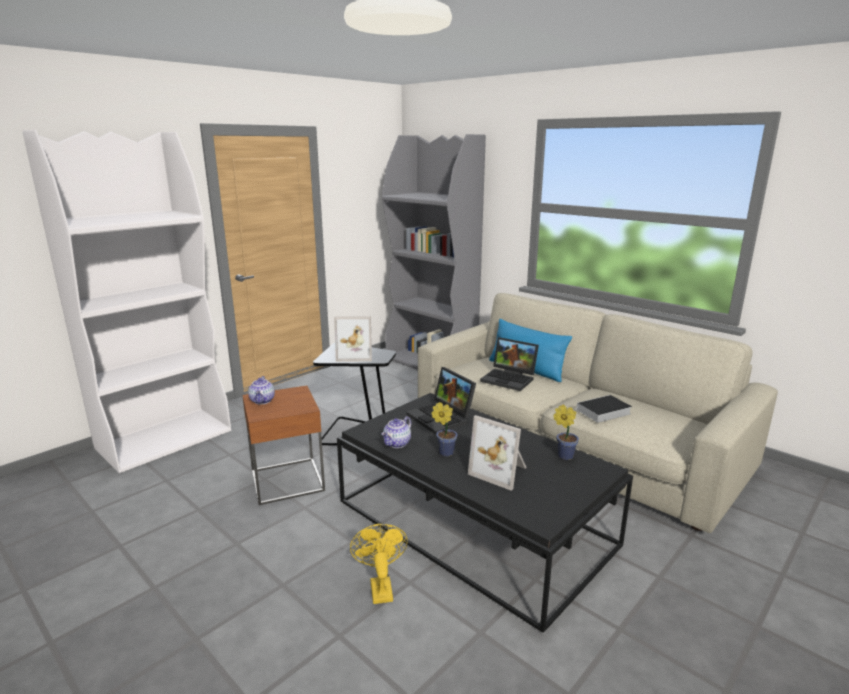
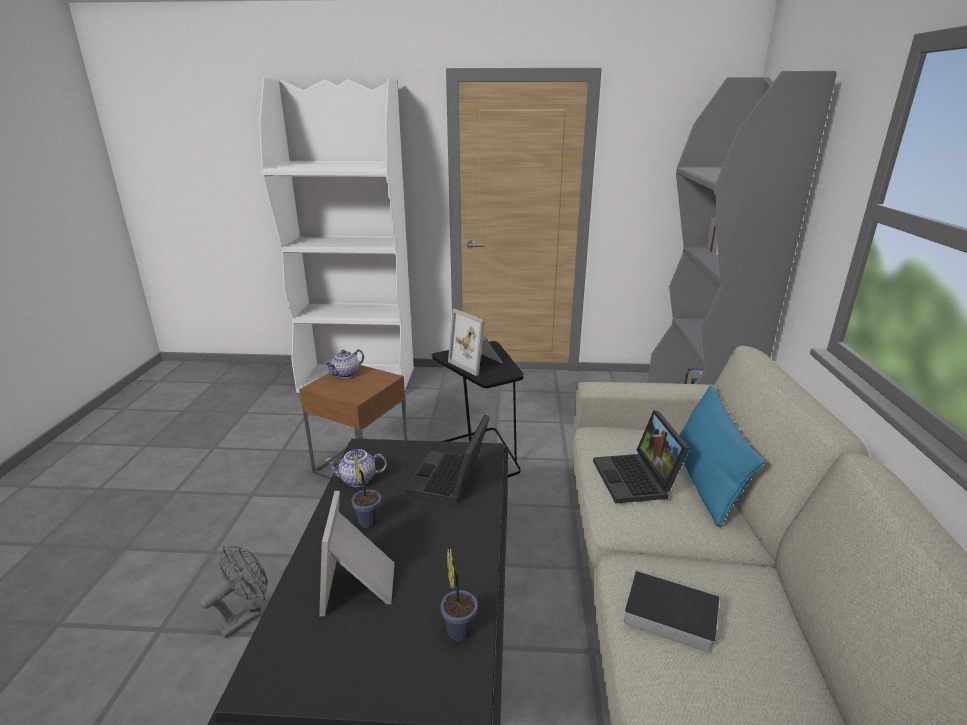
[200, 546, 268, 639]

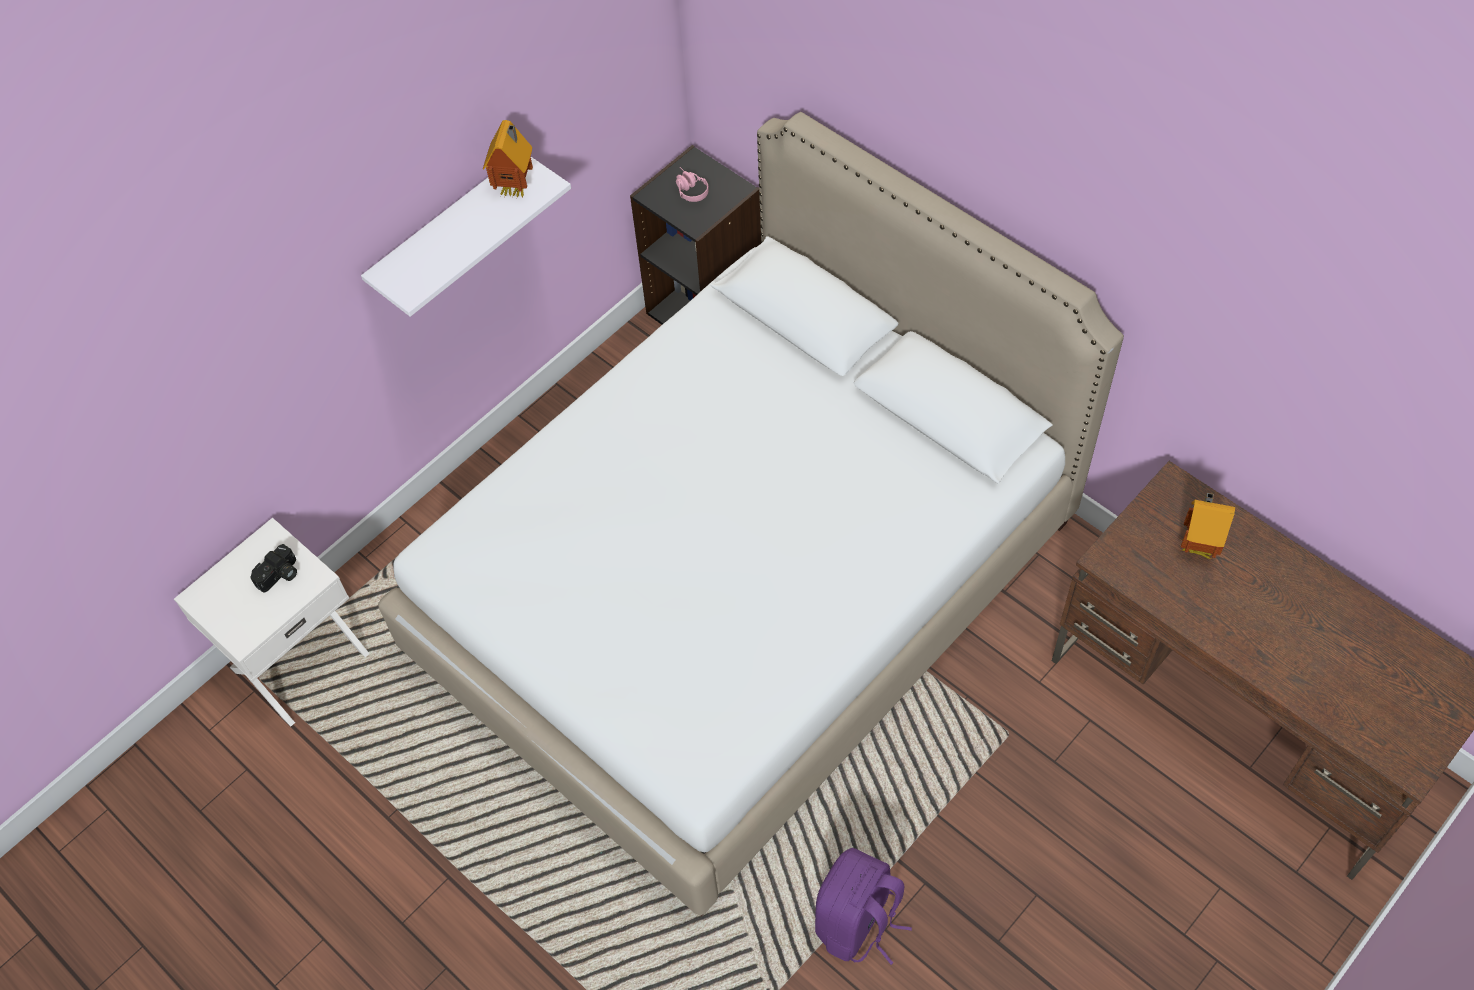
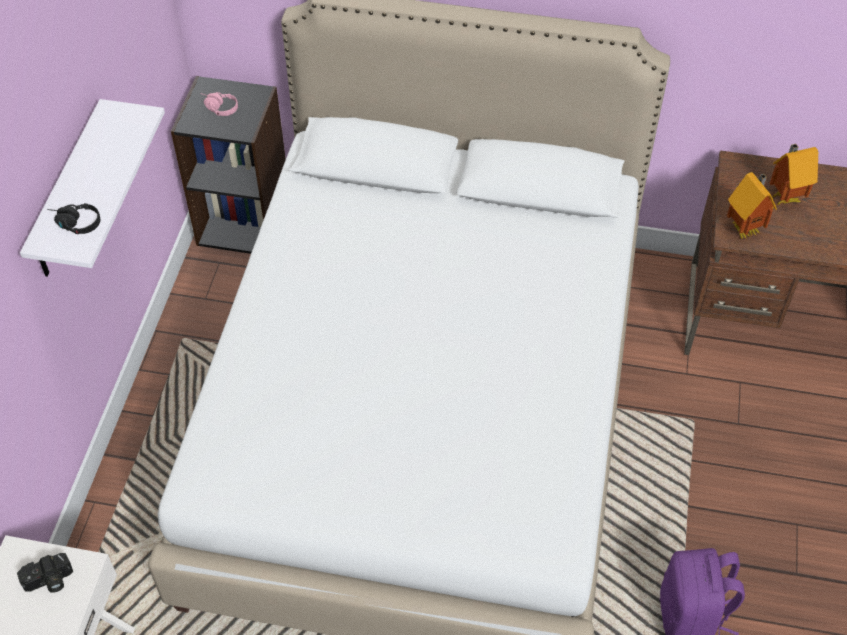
[727, 172, 777, 239]
[17, 553, 73, 593]
[47, 203, 100, 234]

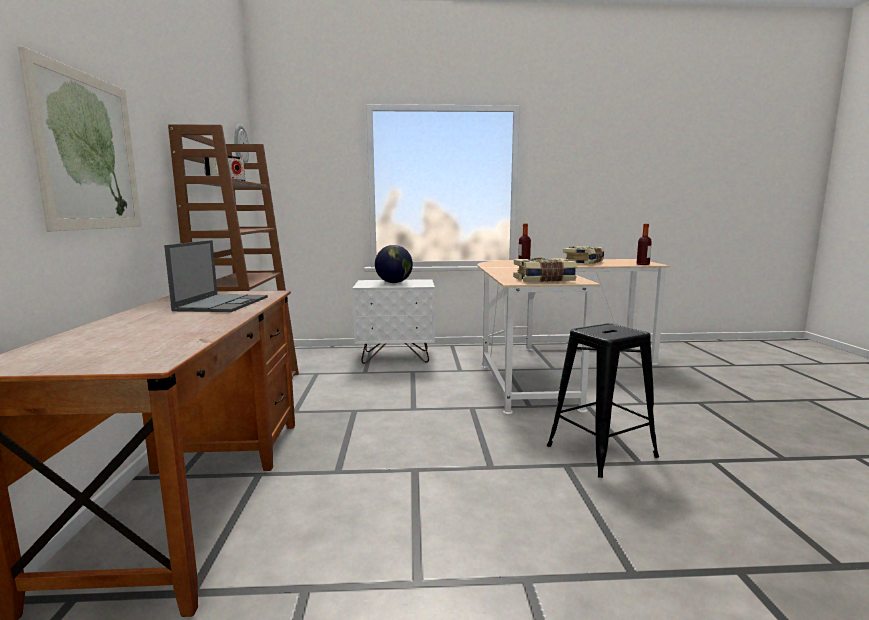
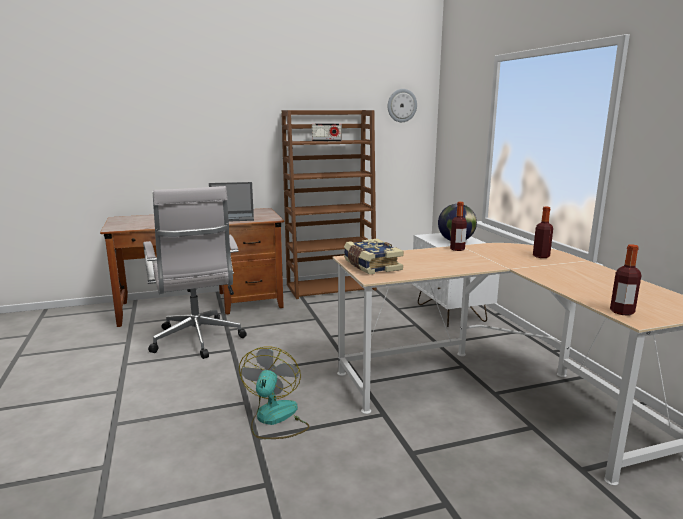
[18, 46, 142, 231] (first image)
[563, 246, 605, 264] (first image)
[239, 347, 310, 439]
[143, 186, 247, 359]
[450, 202, 467, 251]

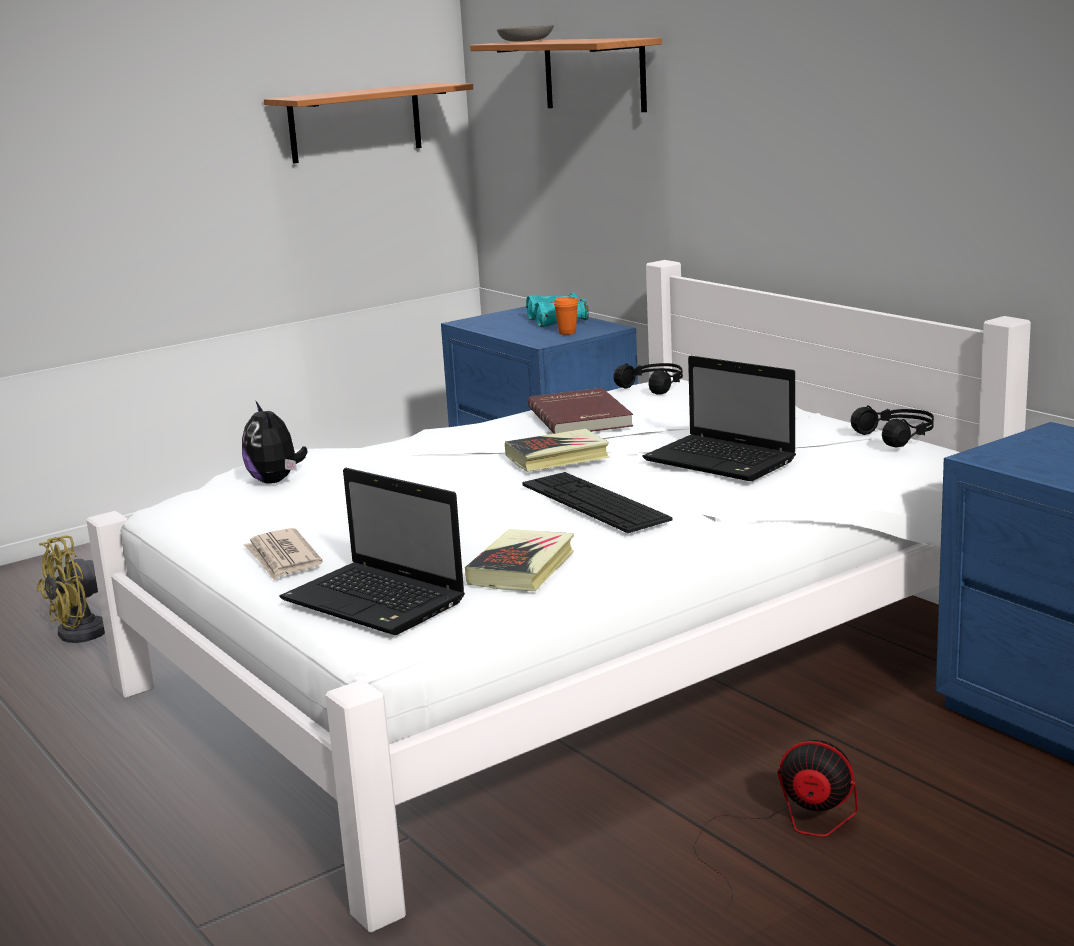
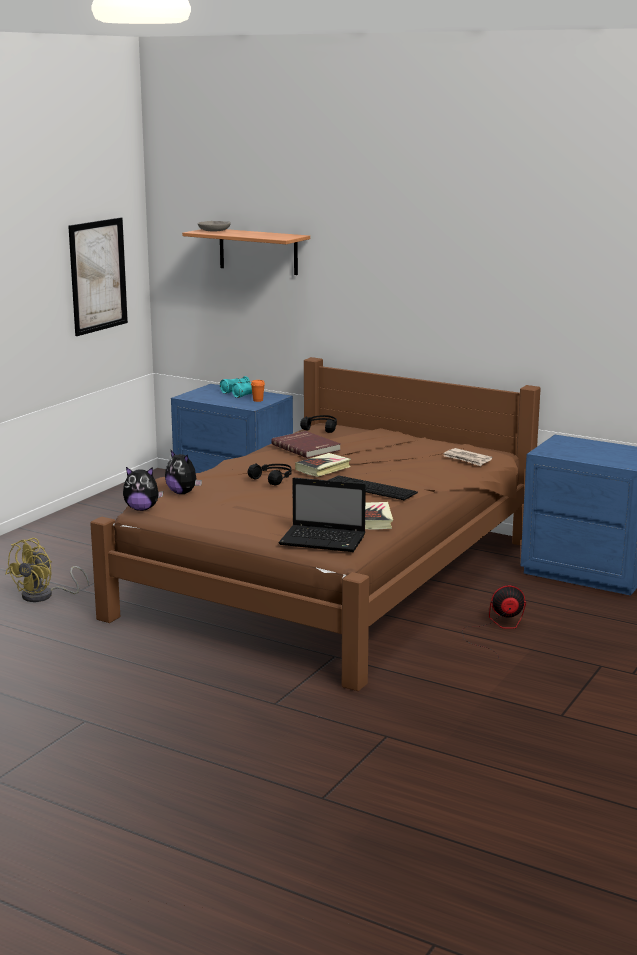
[68, 217, 128, 336]
[90, 357, 541, 691]
[643, 356, 796, 481] (first image)
[248, 463, 292, 485]
[444, 448, 492, 466]
[123, 467, 163, 511]

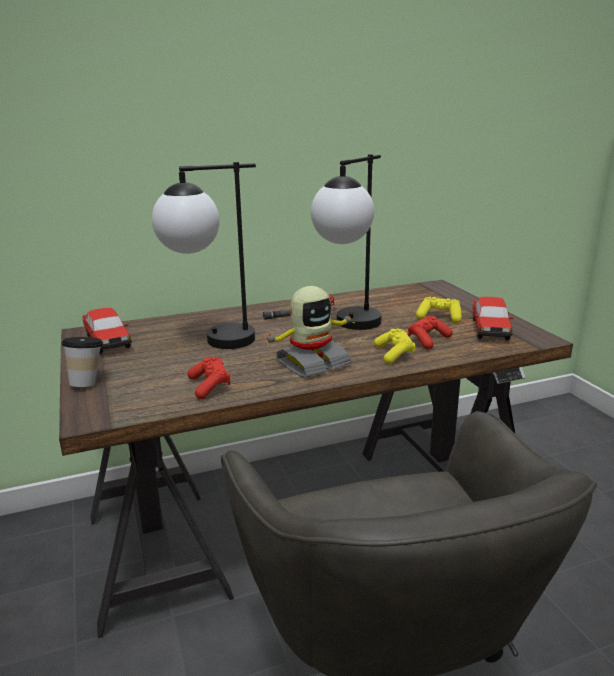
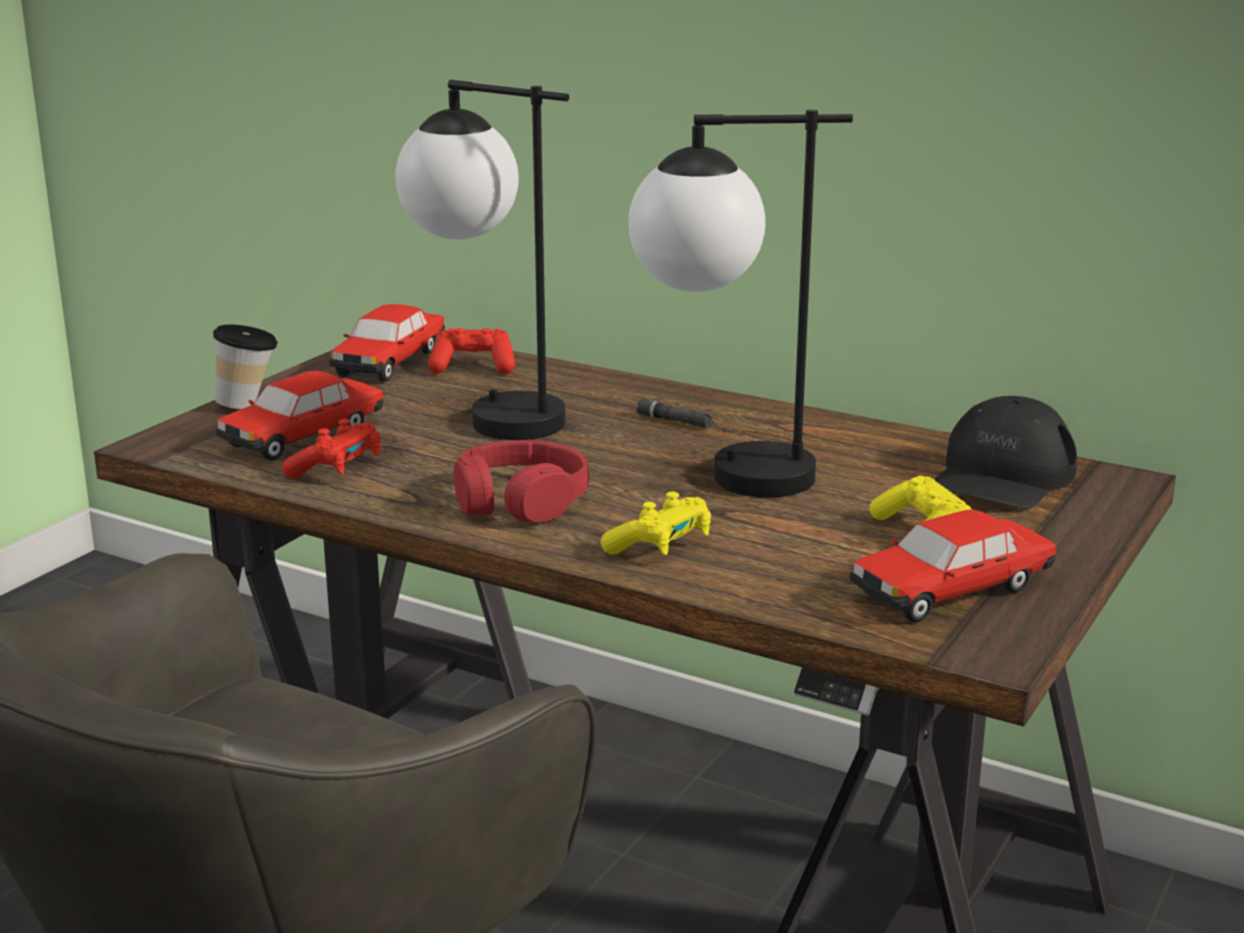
[454, 440, 589, 523]
[428, 328, 515, 374]
[216, 371, 384, 461]
[934, 396, 1077, 509]

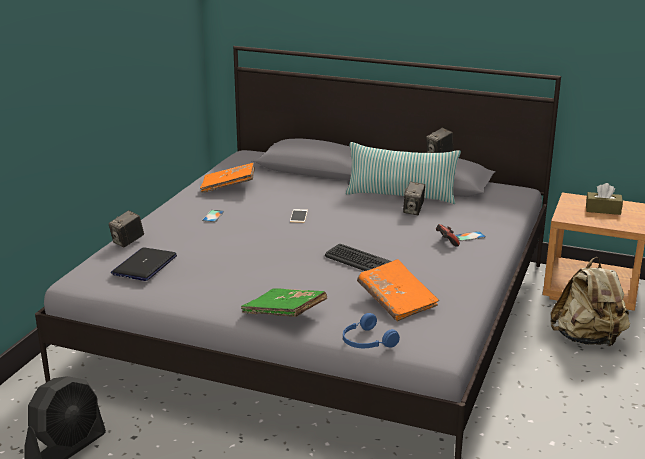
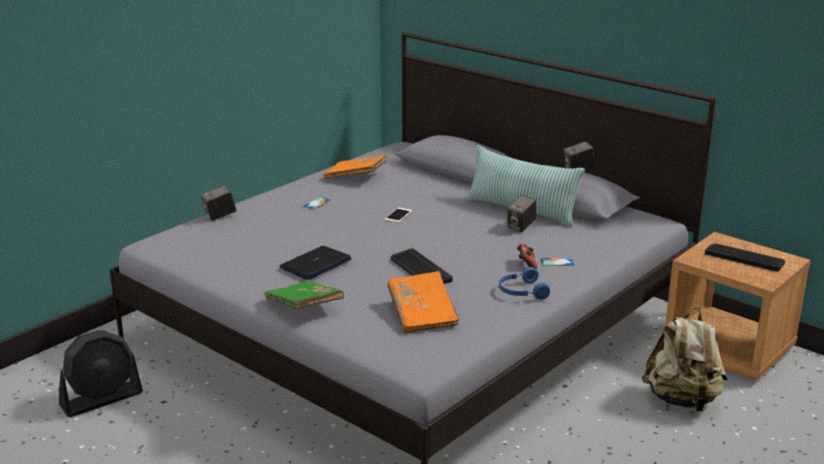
[705, 243, 785, 272]
[279, 246, 352, 280]
[499, 267, 550, 300]

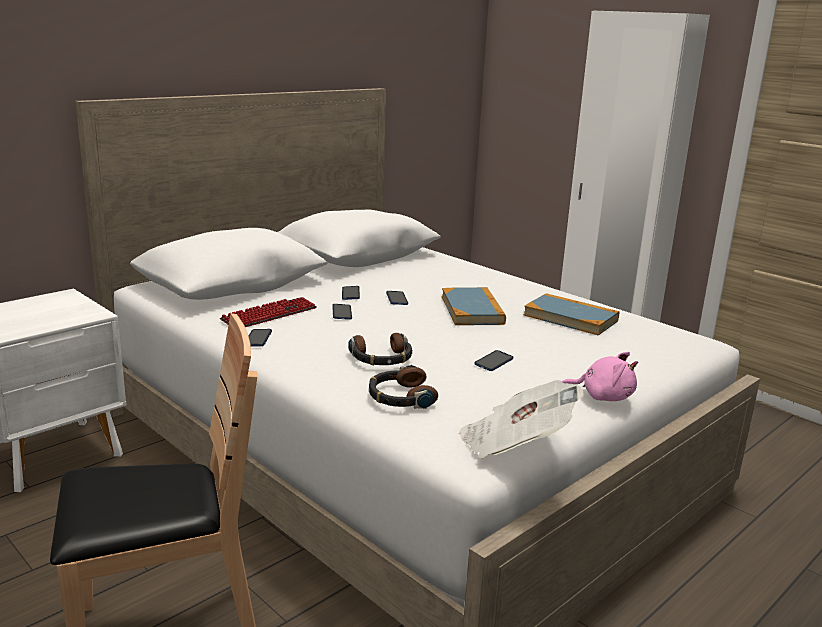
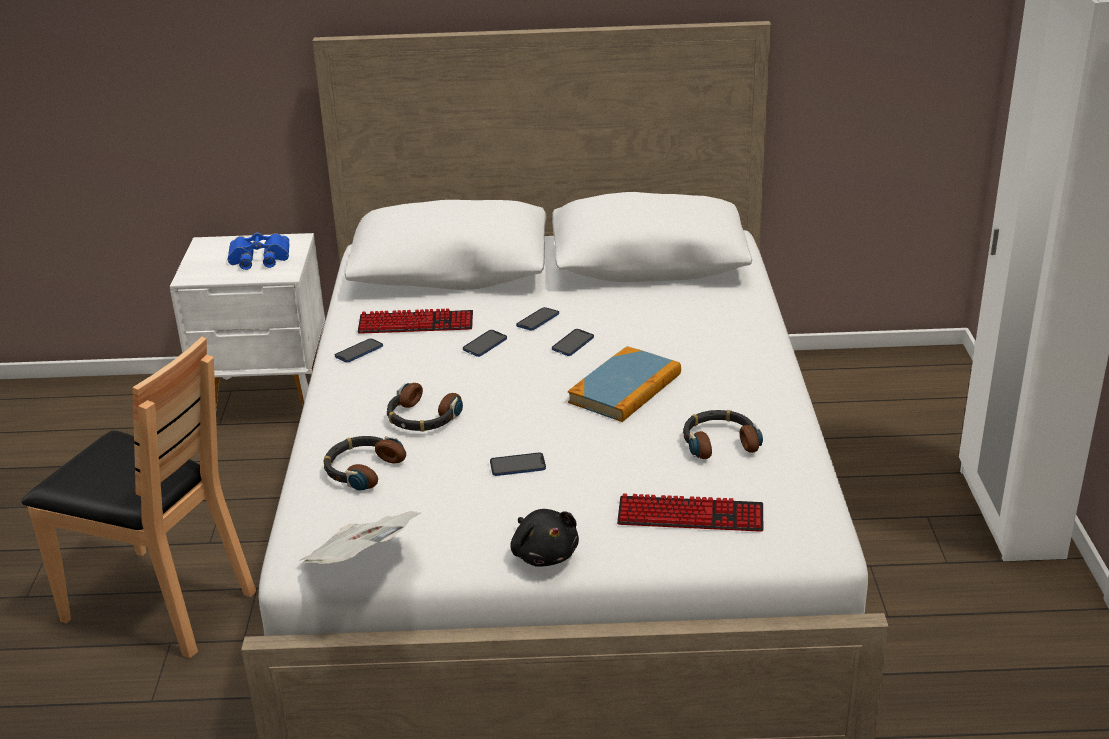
[683, 410, 763, 459]
[510, 509, 579, 567]
[228, 232, 289, 270]
[617, 493, 763, 532]

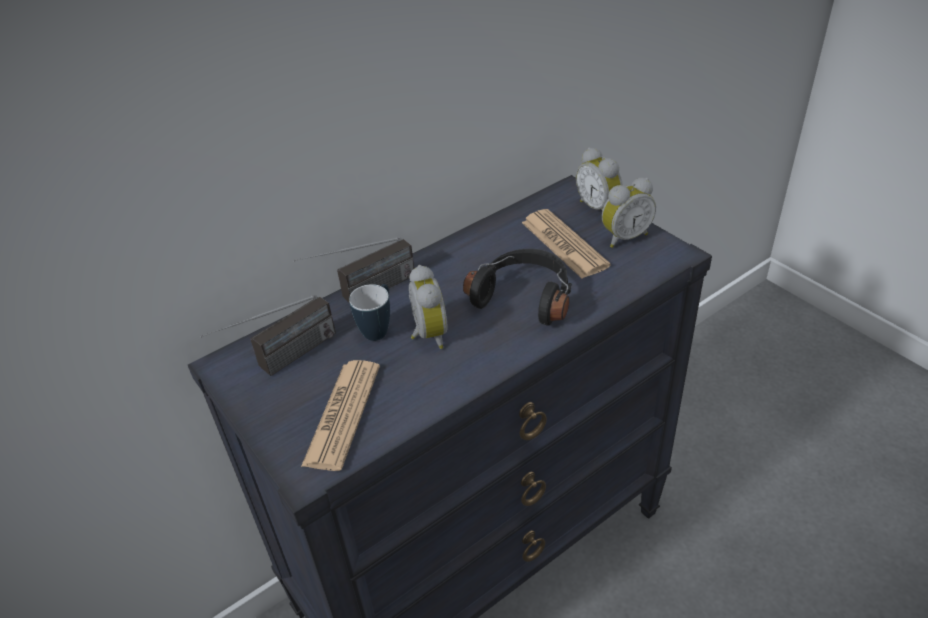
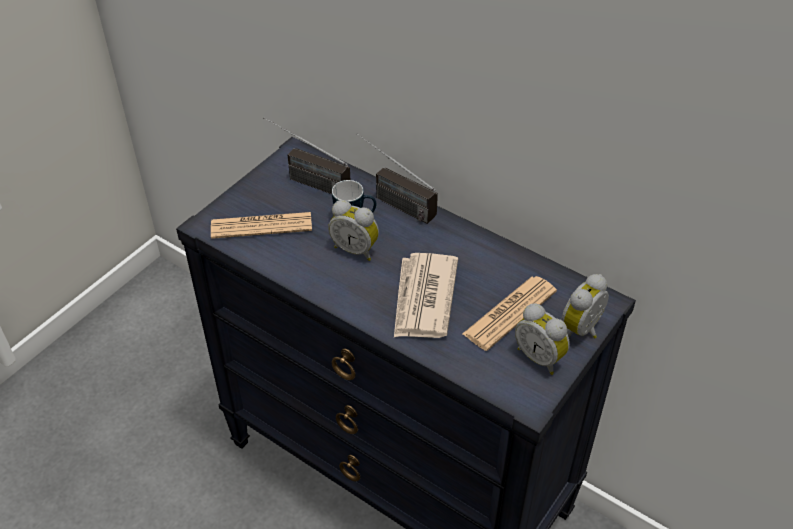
[394, 253, 458, 338]
[328, 200, 379, 261]

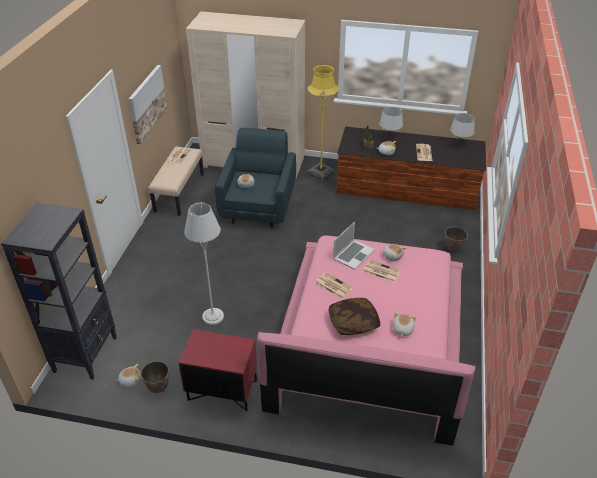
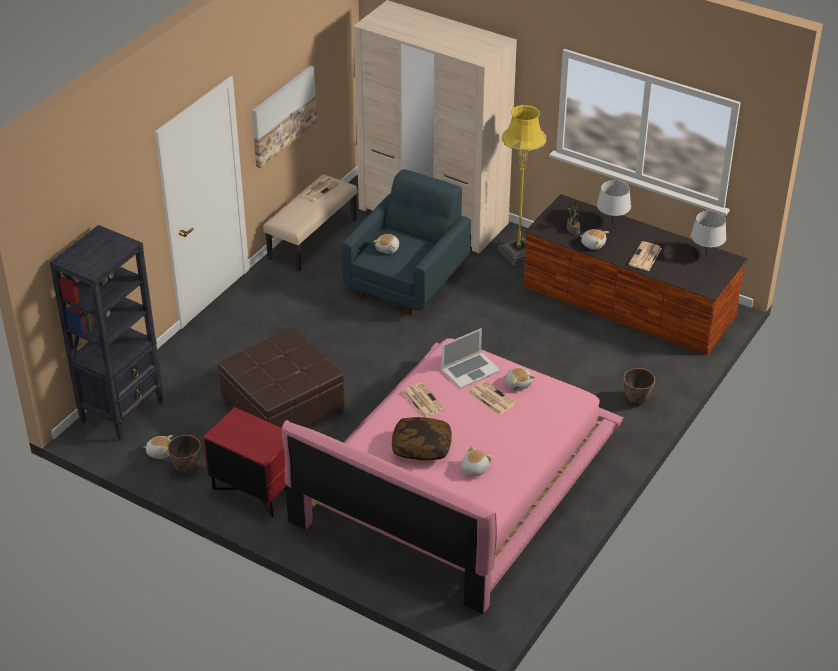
[218, 328, 345, 428]

